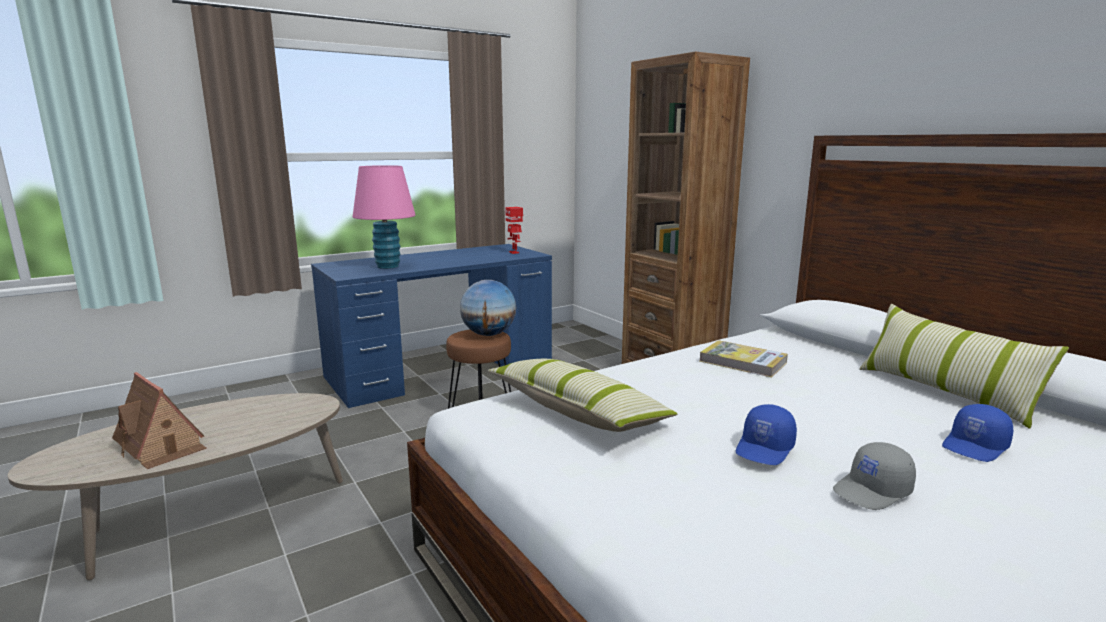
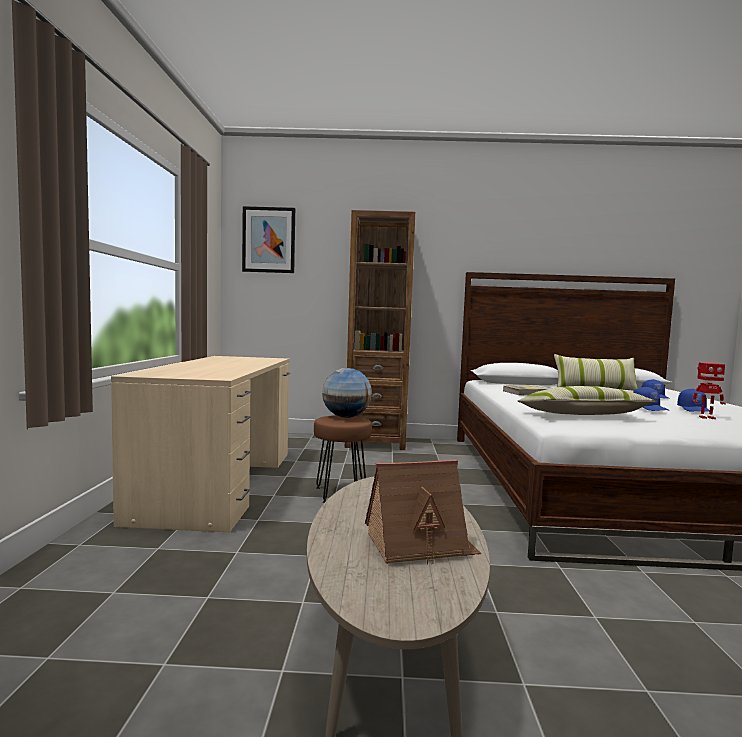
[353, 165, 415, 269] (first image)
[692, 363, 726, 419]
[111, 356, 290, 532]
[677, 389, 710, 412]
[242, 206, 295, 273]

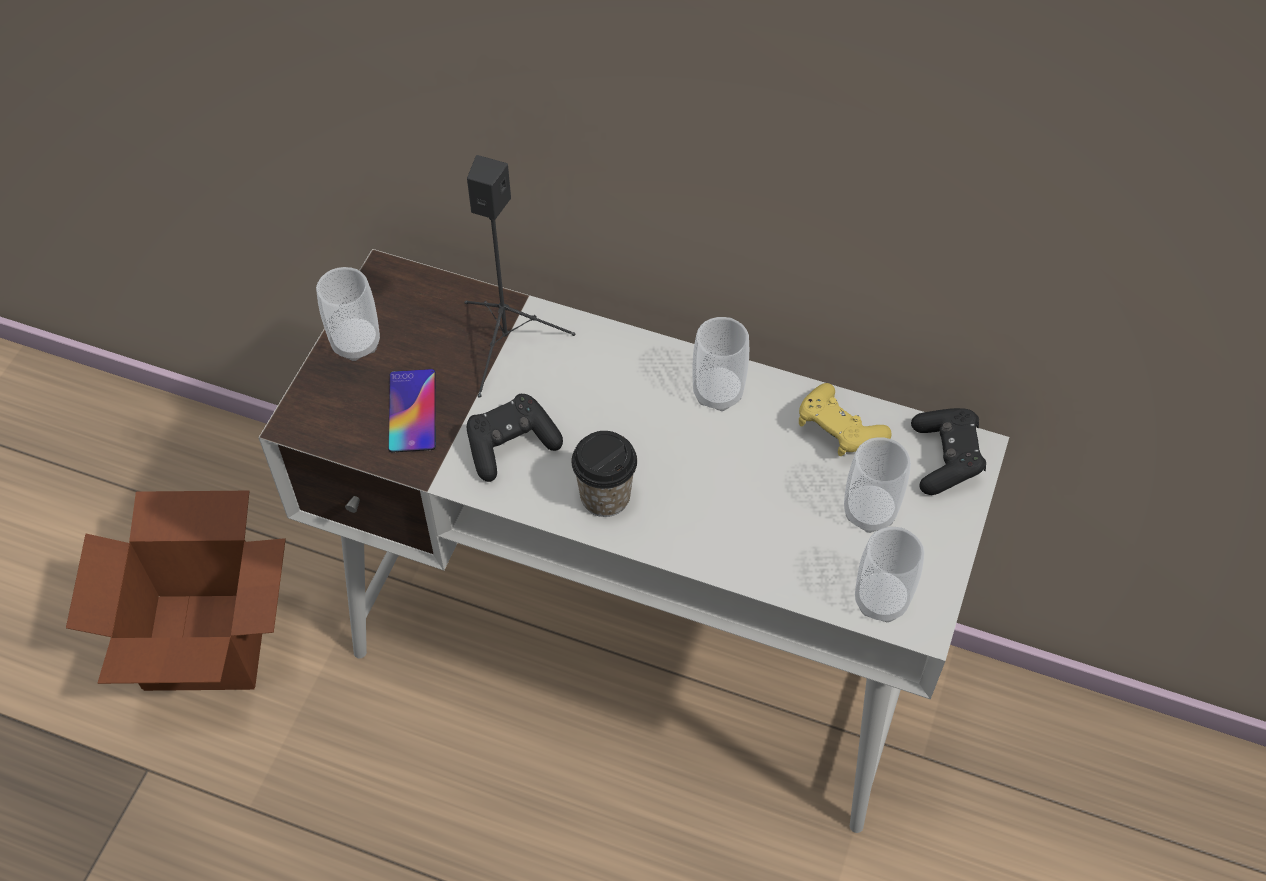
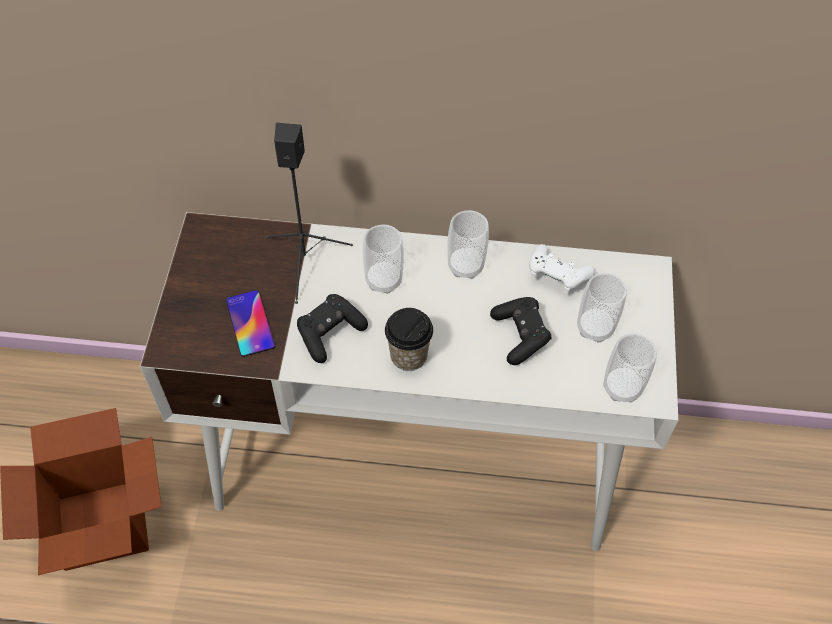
[363, 225, 404, 294]
[529, 244, 595, 293]
[490, 297, 551, 365]

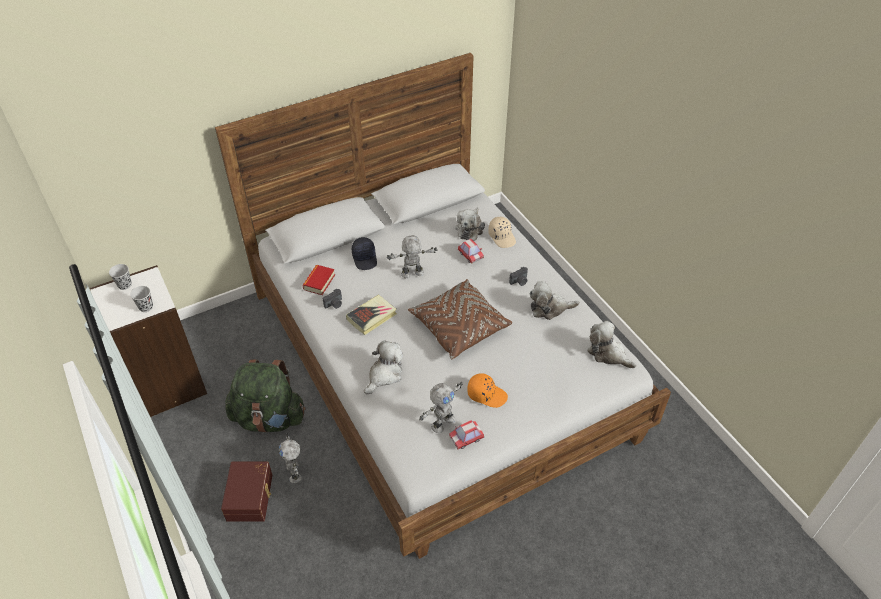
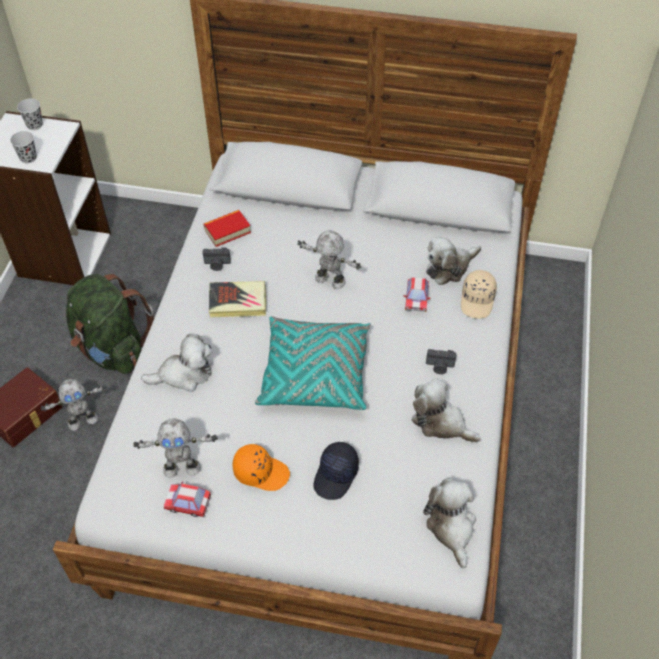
[313, 442, 359, 500]
[255, 316, 371, 410]
[233, 444, 290, 491]
[41, 379, 107, 430]

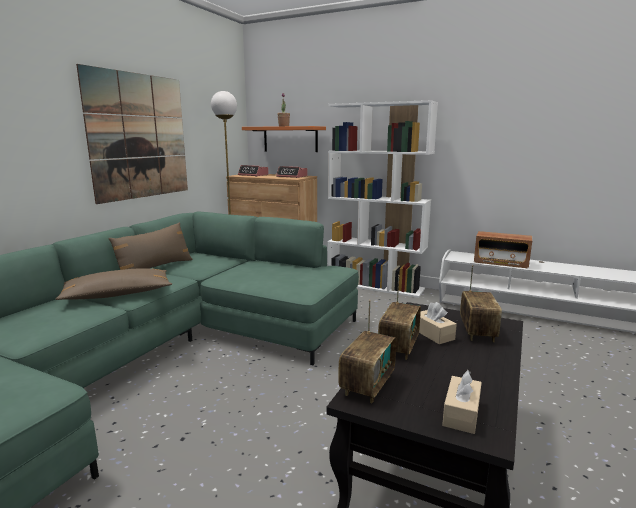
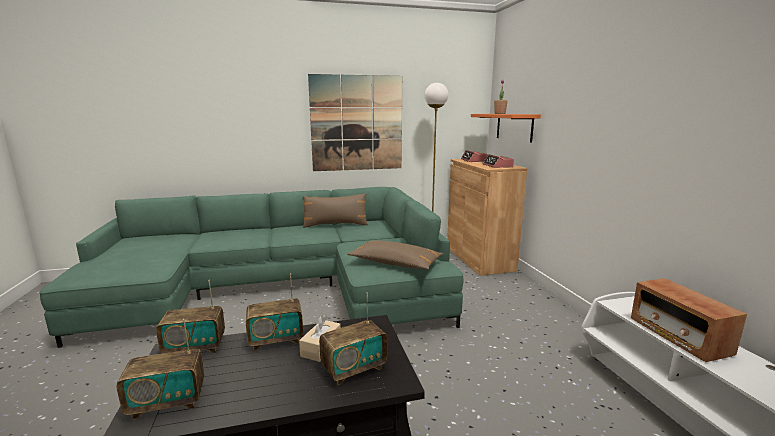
[328, 100, 438, 298] (first image)
[347, 241, 443, 269]
[117, 319, 204, 420]

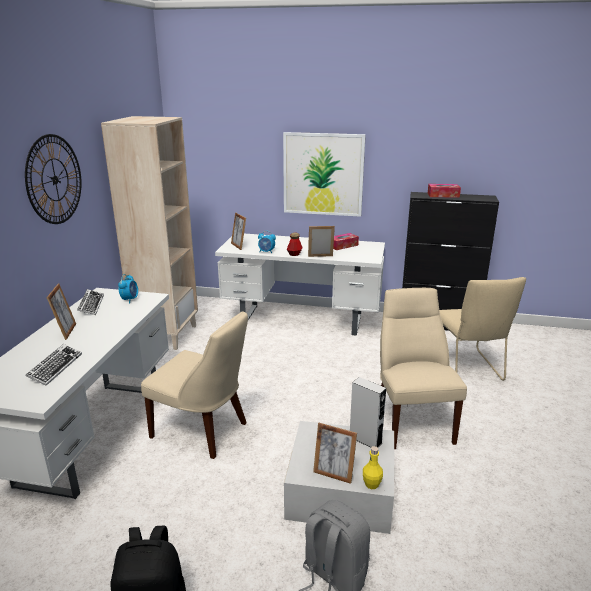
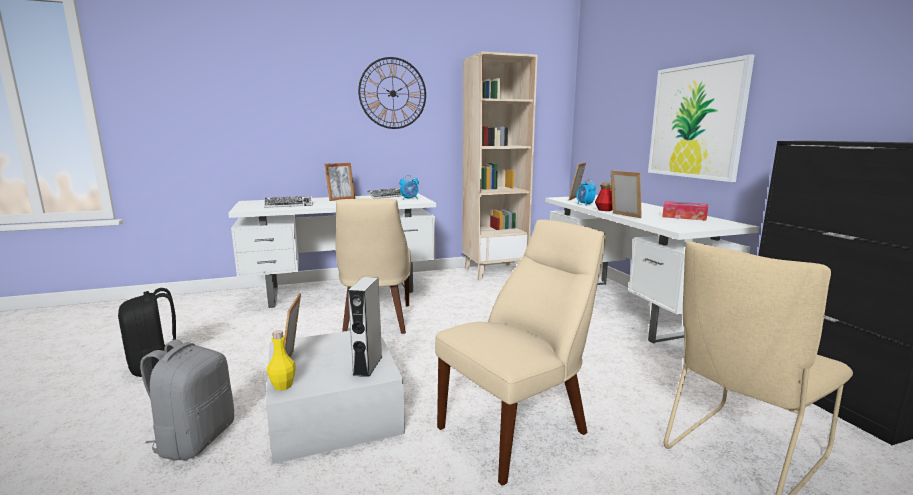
[428, 184, 461, 198] (first image)

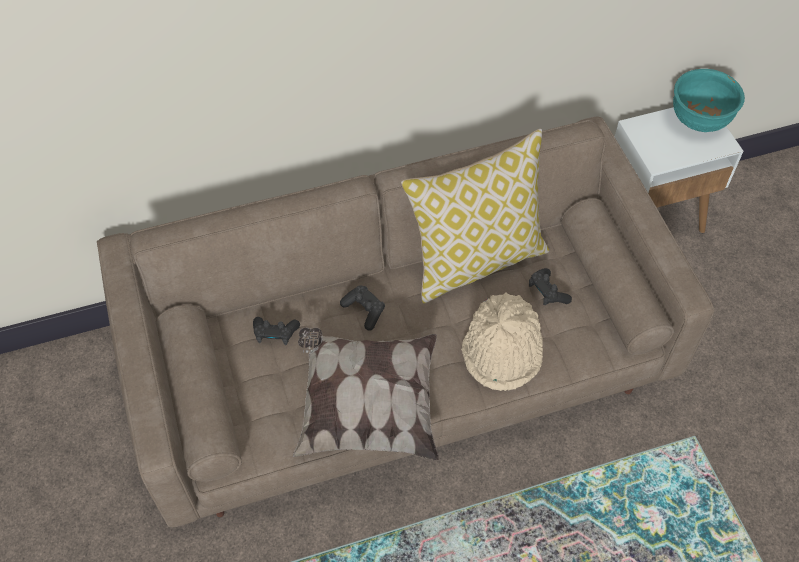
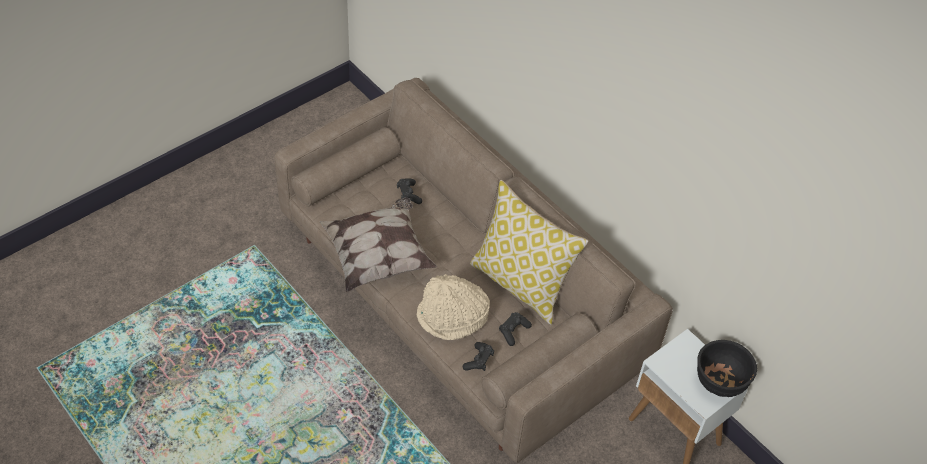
[697, 340, 757, 397]
[463, 342, 494, 371]

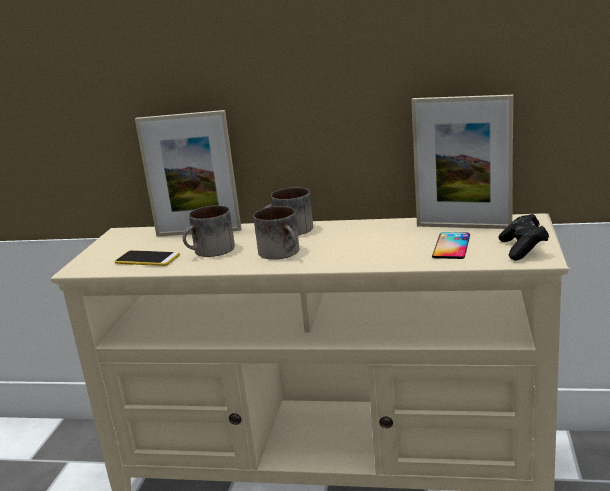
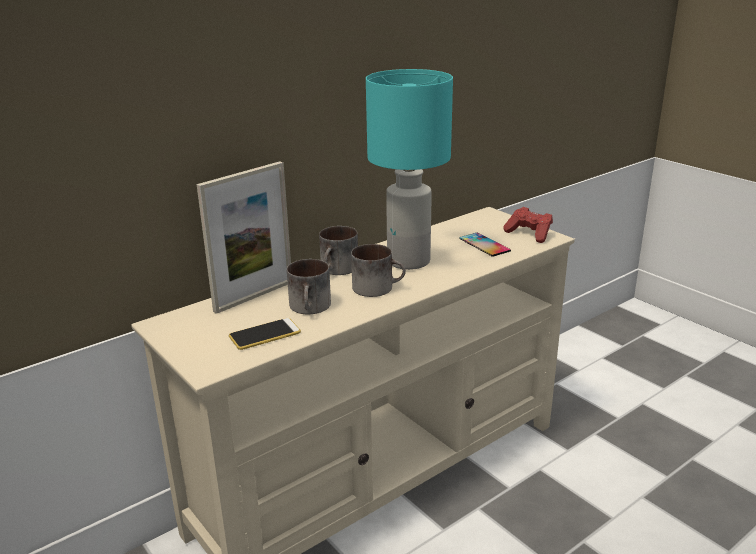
[411, 95, 513, 229] (first image)
[503, 207, 553, 243]
[366, 69, 453, 270]

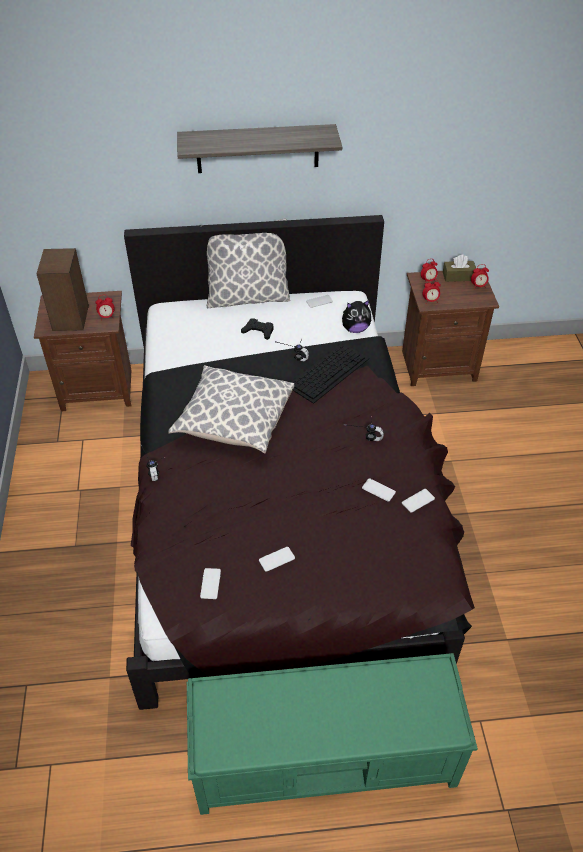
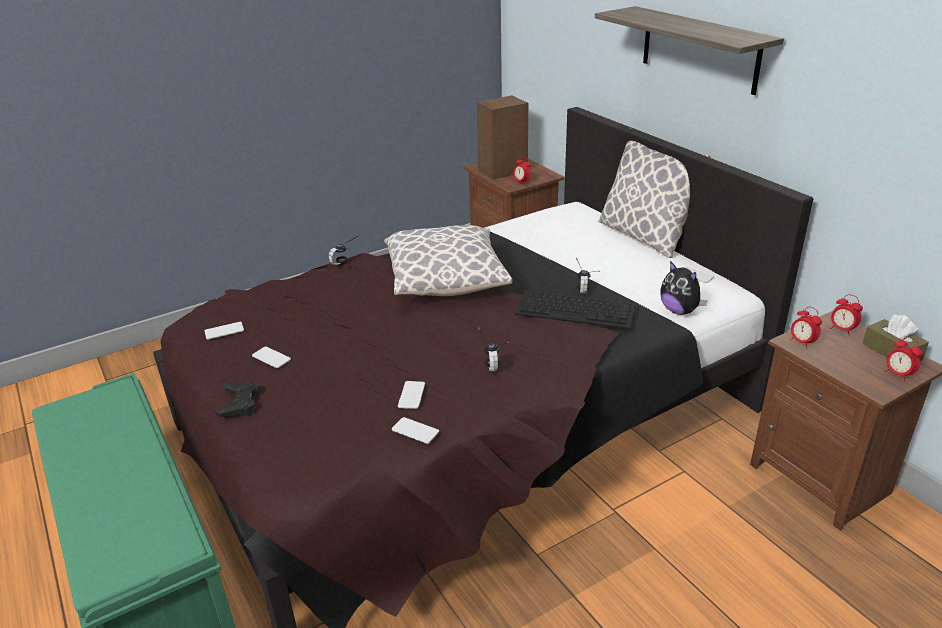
[215, 382, 260, 417]

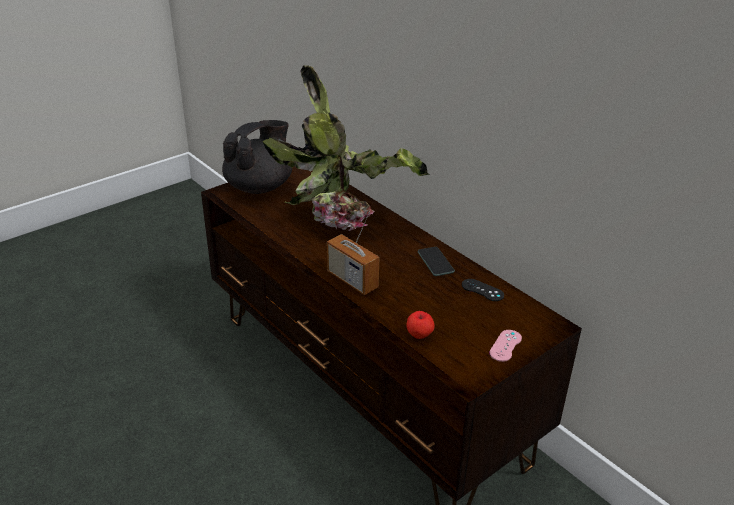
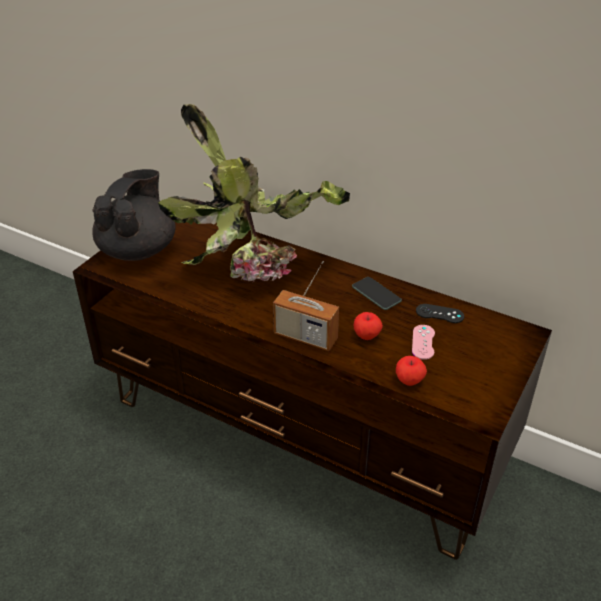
[412, 325, 435, 360]
[354, 312, 383, 340]

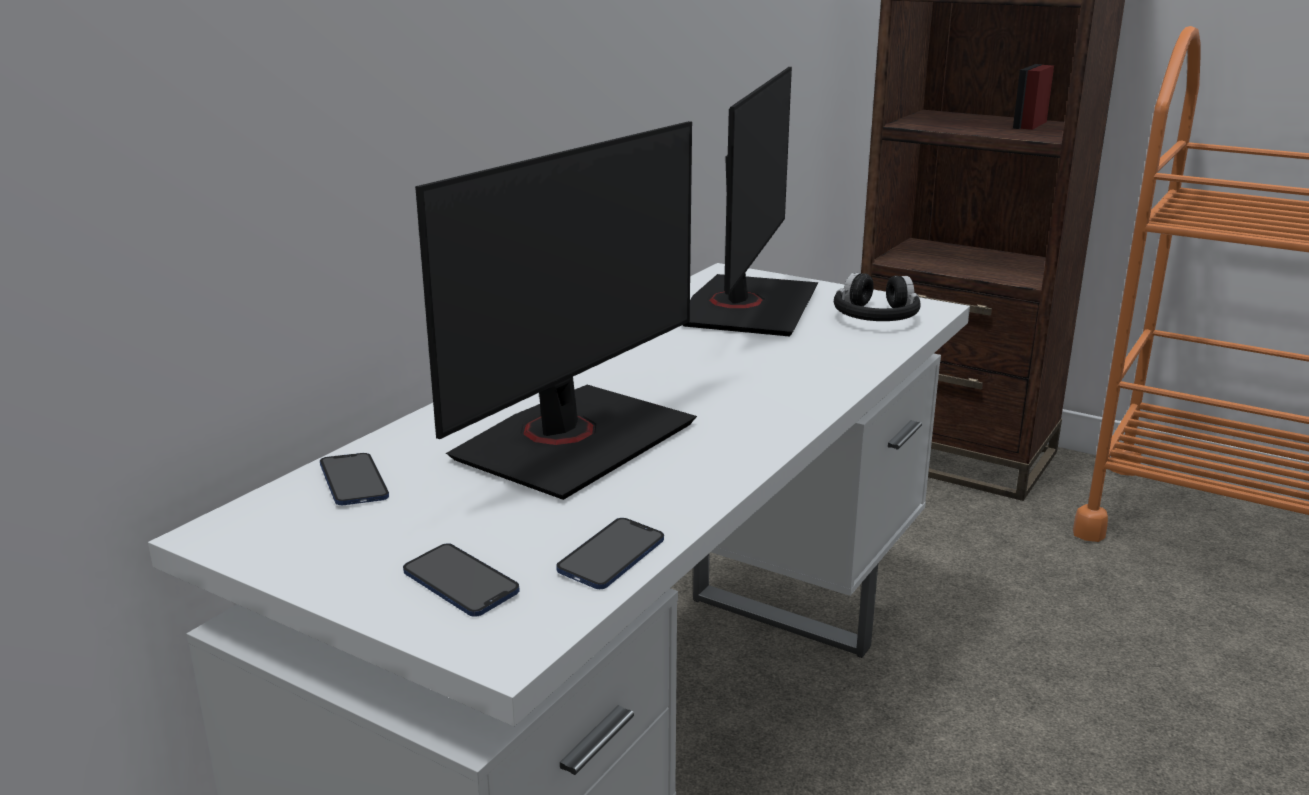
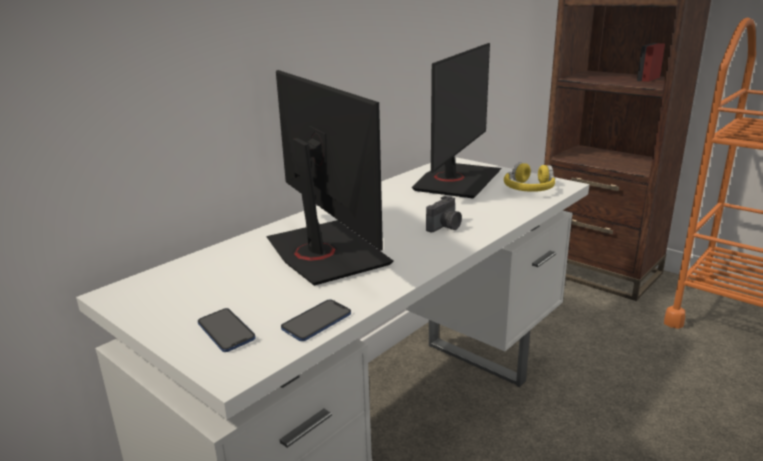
[266, 70, 393, 286]
[504, 163, 555, 192]
[320, 453, 389, 505] (first image)
[426, 196, 462, 232]

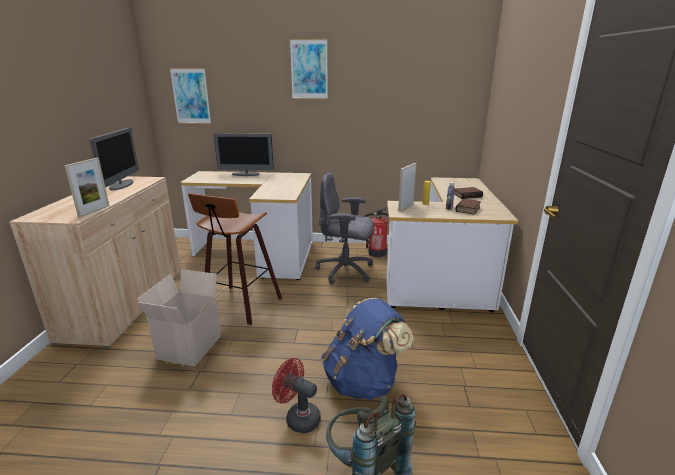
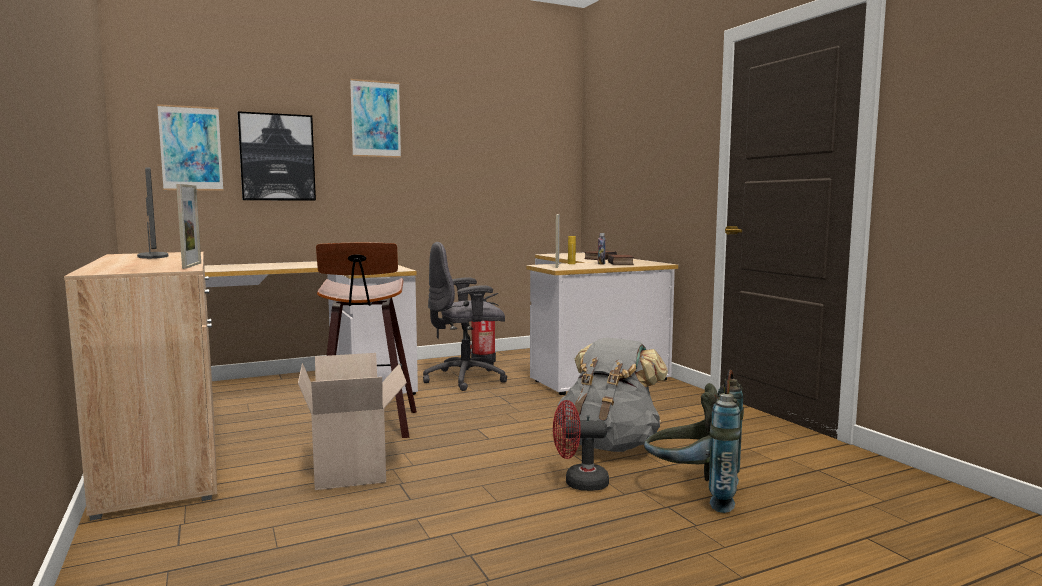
[214, 133, 274, 176] (first image)
[557, 338, 668, 452]
[237, 111, 316, 200]

